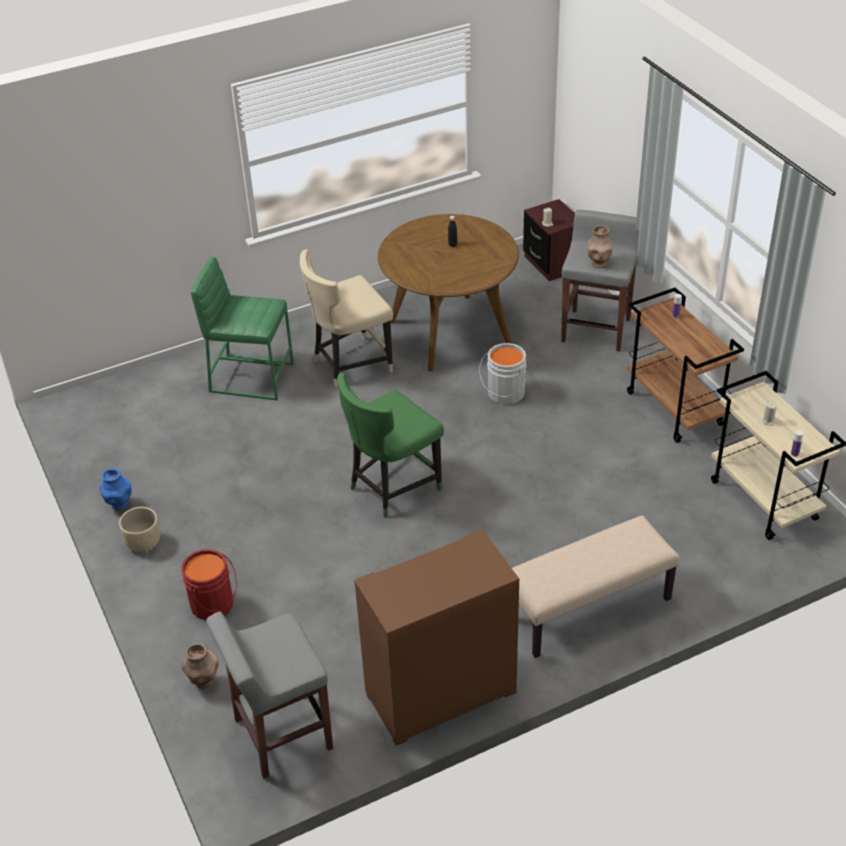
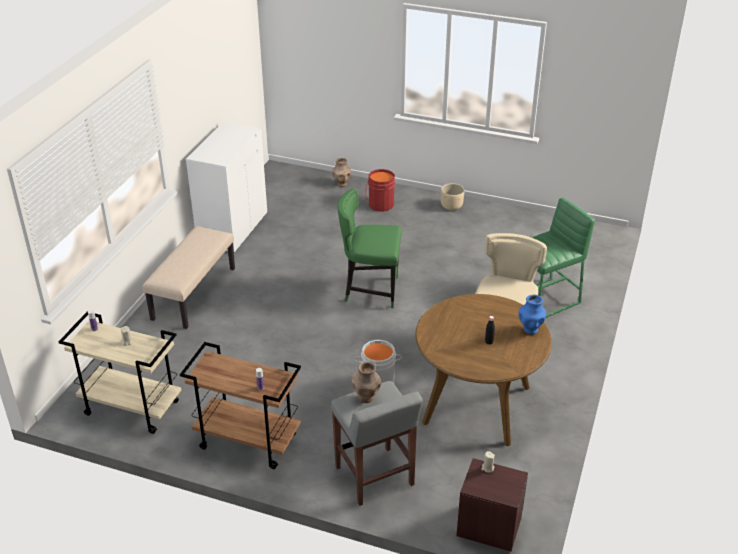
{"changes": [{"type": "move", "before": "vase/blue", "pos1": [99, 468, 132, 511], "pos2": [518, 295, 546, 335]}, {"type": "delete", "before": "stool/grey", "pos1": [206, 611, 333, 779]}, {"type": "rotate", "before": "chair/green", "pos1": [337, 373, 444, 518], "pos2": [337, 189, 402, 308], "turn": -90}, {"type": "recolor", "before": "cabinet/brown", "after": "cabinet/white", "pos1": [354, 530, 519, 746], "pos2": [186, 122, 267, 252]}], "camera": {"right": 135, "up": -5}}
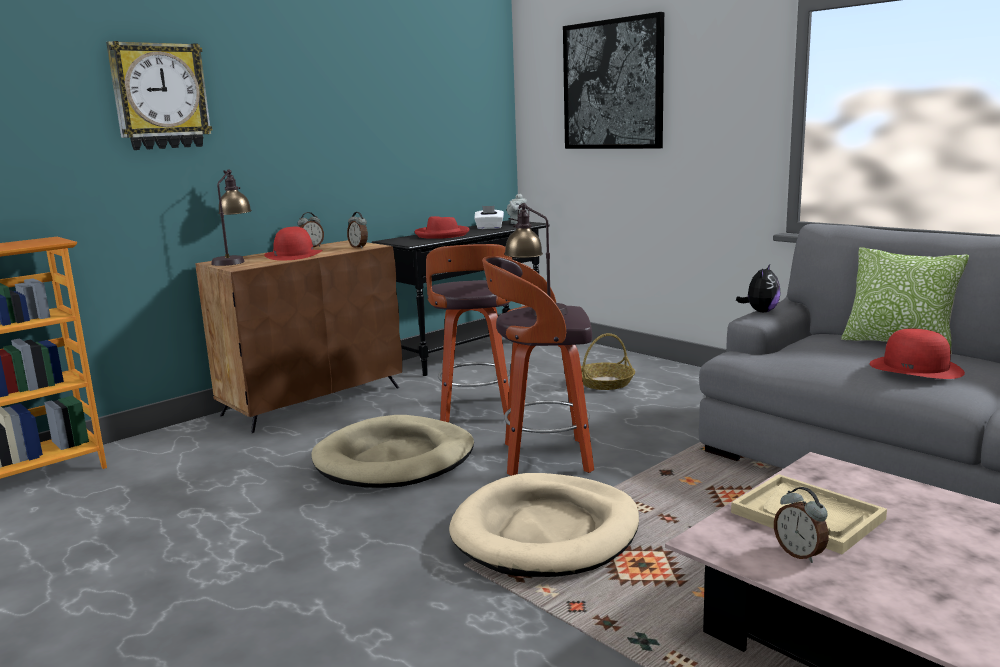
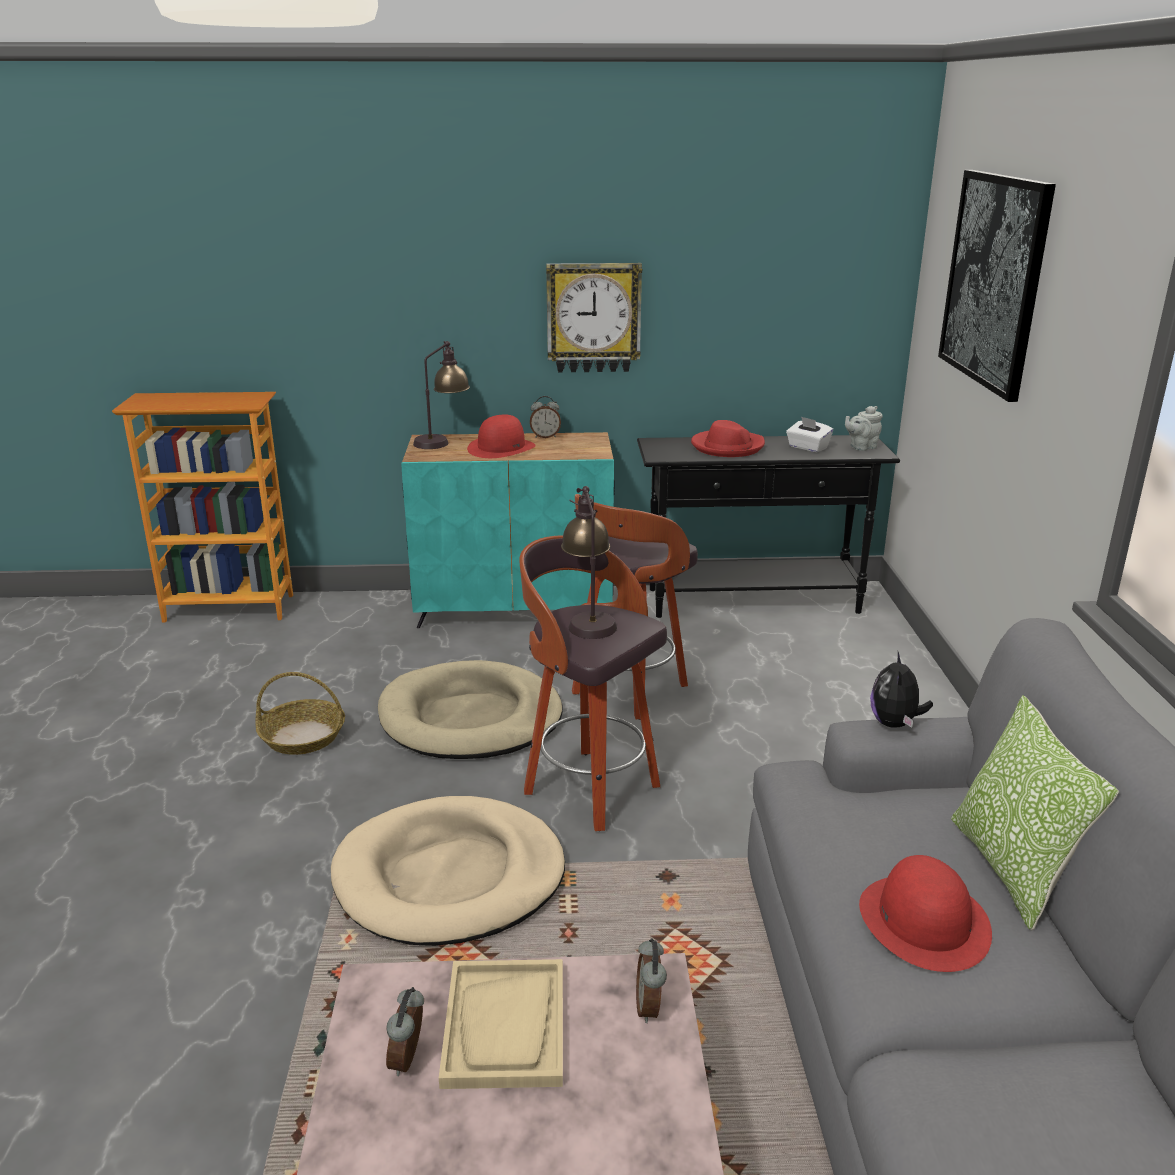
{"changes": [{"type": "move", "before": "wall clock", "pos1": [106, 41, 212, 150], "pos2": [546, 263, 642, 373]}, {"type": "recolor", "before": "cabinet/brown", "after": "cabinet/turquoise", "pos1": [195, 240, 402, 433], "pos2": [401, 432, 615, 628]}, {"type": "move", "before": "alarm clock", "pos1": [347, 212, 368, 248], "pos2": [636, 938, 667, 1023]}, {"type": "move", "before": "basket", "pos1": [581, 333, 635, 390], "pos2": [255, 672, 345, 755]}, {"type": "rotate", "before": "plush toy", "pos1": [736, 264, 781, 312], "pos2": [870, 652, 933, 728], "turn": 120}], "camera": {"right": 40, "up": 10}}
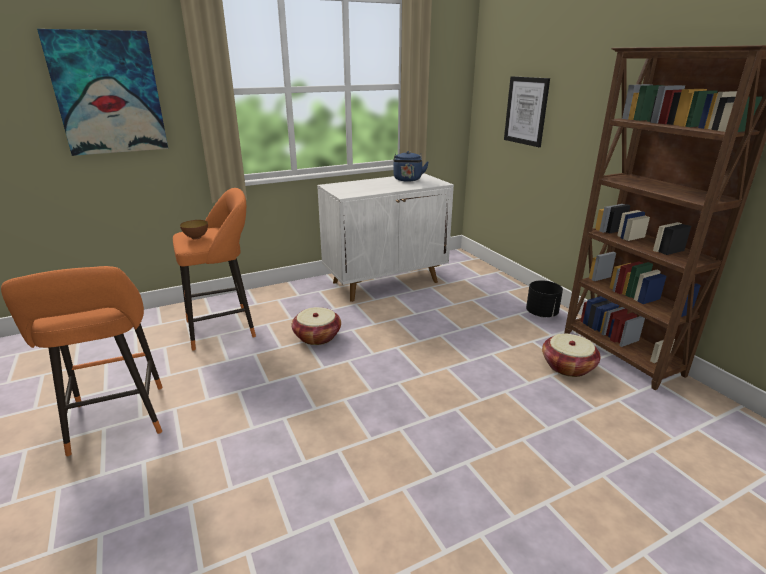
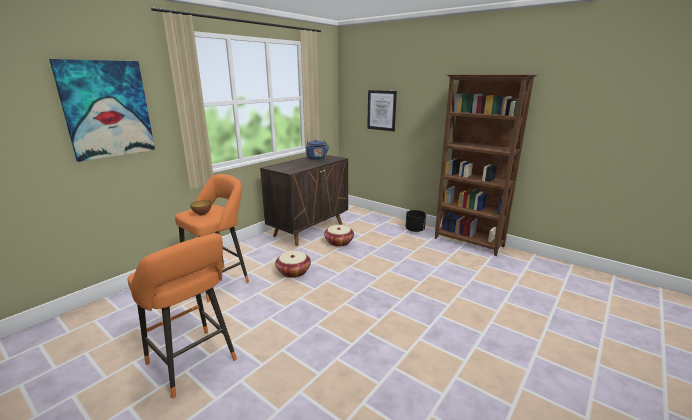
{"changes": [{"type": "recolor", "before": "cabinet/white", "after": "cabinet/brown", "pos1": [317, 173, 454, 302], "pos2": [260, 155, 348, 246]}, {"type": "move", "before": "basket", "pos1": [542, 334, 600, 377], "pos2": [324, 225, 354, 247]}], "camera": {"right": -25, "up": -5}}
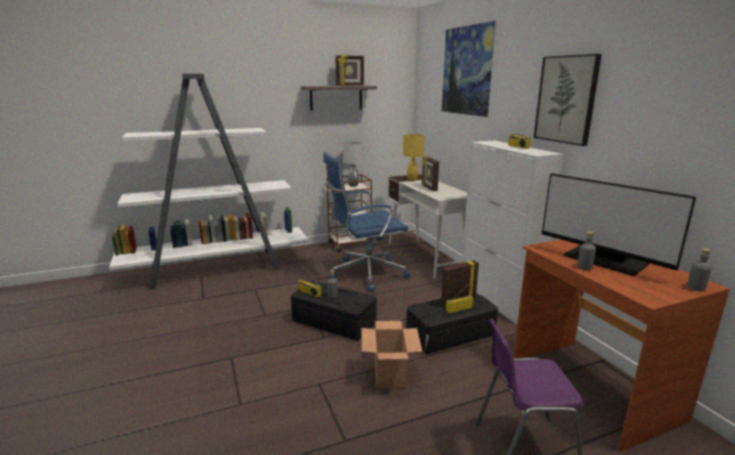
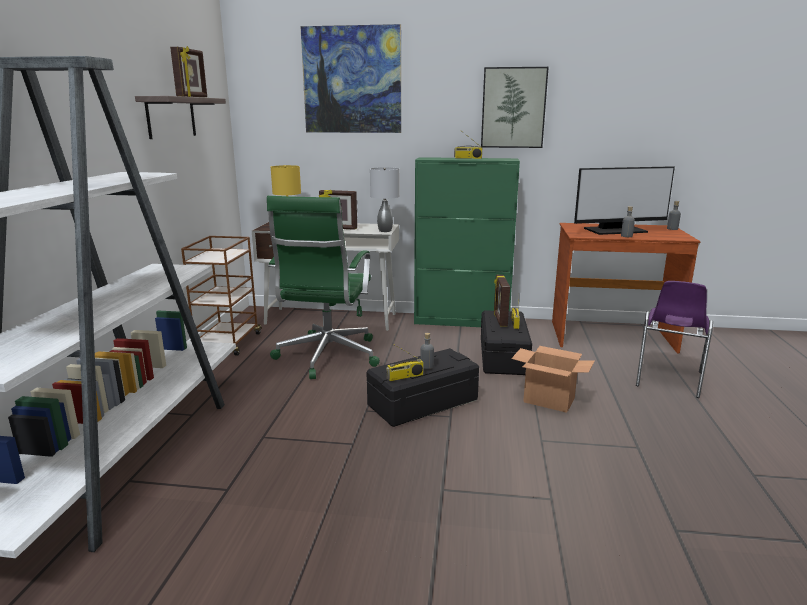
{"changes": [{"type": "recolor", "before": "office chair/blue", "after": "office chair/green", "pos1": [323, 152, 411, 292], "pos2": [267, 196, 380, 379]}, {"type": "move", "before": "table lamp/grey", "pos1": [343, 142, 363, 187], "pos2": [370, 167, 399, 232]}, {"type": "recolor", "before": "cabinet/white", "after": "cabinet/green", "pos1": [462, 141, 563, 324], "pos2": [414, 157, 520, 327]}], "camera": {"right": -60, "up": 0}}
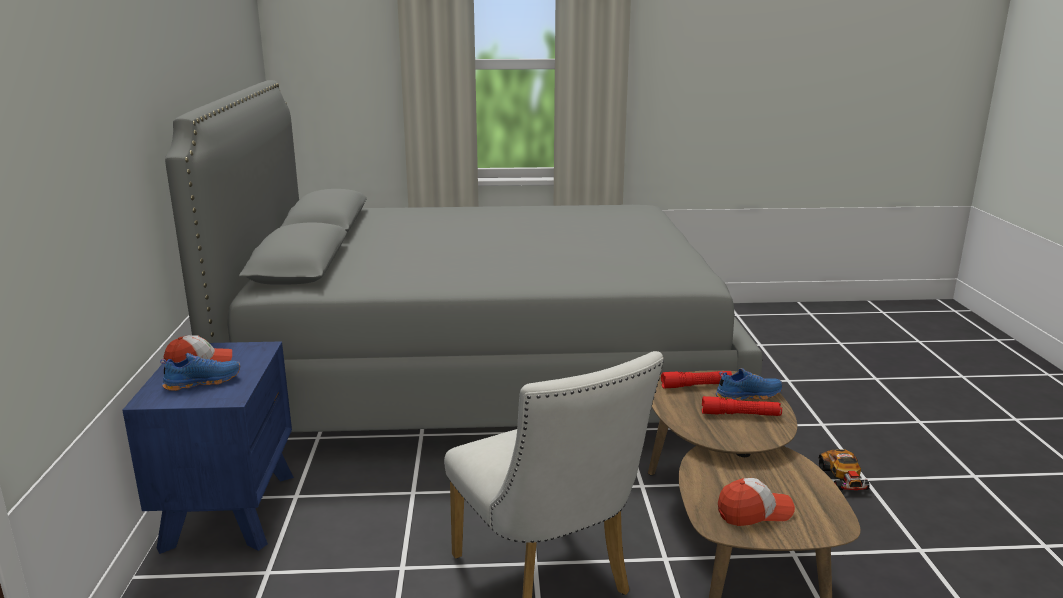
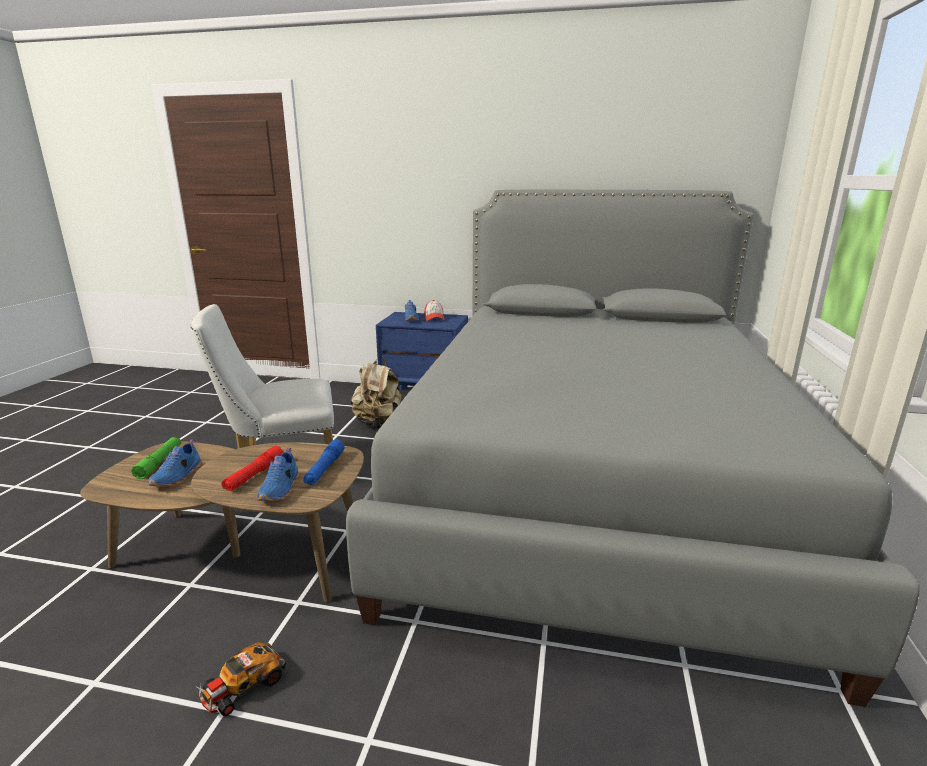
{"changes": [{"type": "recolor", "before": "flashlight/red", "after": "flashlight/blue", "pos1": [661, 371, 732, 388], "pos2": [303, 439, 345, 485]}, {"type": "replace", "before": "cap", "after": "flashlight/green", "pos1": [718, 478, 795, 526], "pos2": [131, 437, 181, 479]}, {"type": "rotate", "before": "toy car", "pos1": [818, 449, 870, 490], "pos2": [197, 641, 286, 716], "turn": -60}, {"type": "insert", "after": "shoe/blue", "pos2": [148, 439, 202, 487]}, {"type": "insert", "after": "backpack/beige", "pos2": [351, 356, 402, 429]}], "camera": {"right": 105, "up": 0}}
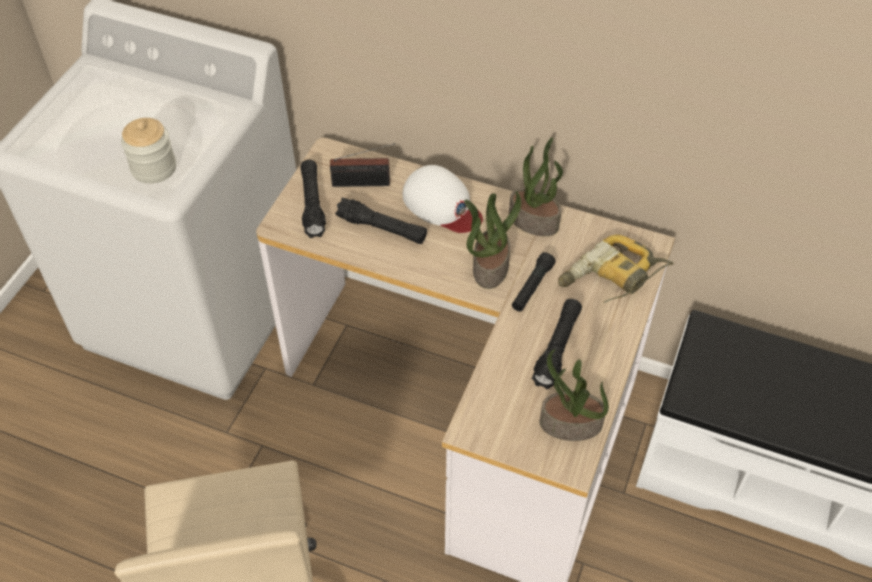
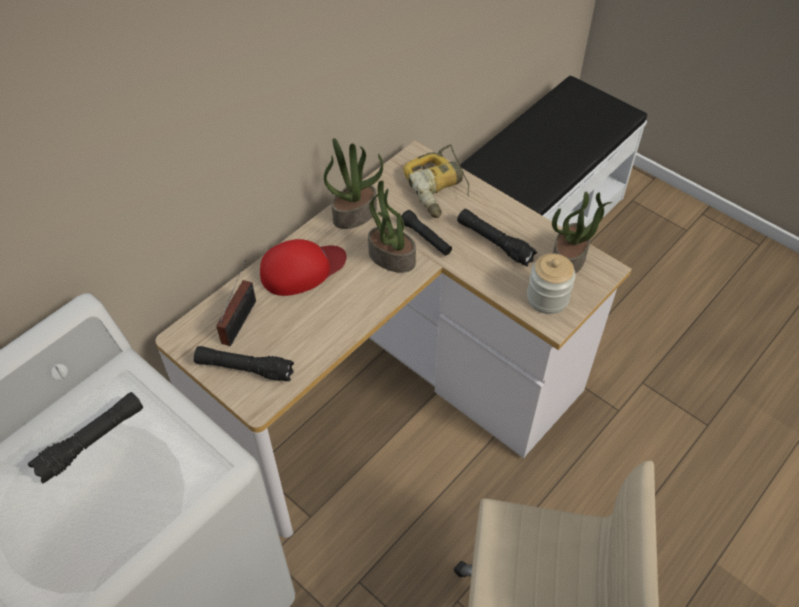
{"changes": [{"type": "move", "before": "jar", "pos1": [121, 118, 176, 184], "pos2": [527, 253, 576, 314]}, {"type": "move", "before": "flashlight/black", "pos1": [335, 198, 427, 244], "pos2": [28, 392, 143, 484]}, {"type": "recolor", "before": "cap/white", "after": "cap/red", "pos1": [403, 165, 483, 233], "pos2": [260, 239, 346, 296]}], "camera": {"right": -70, "up": 0}}
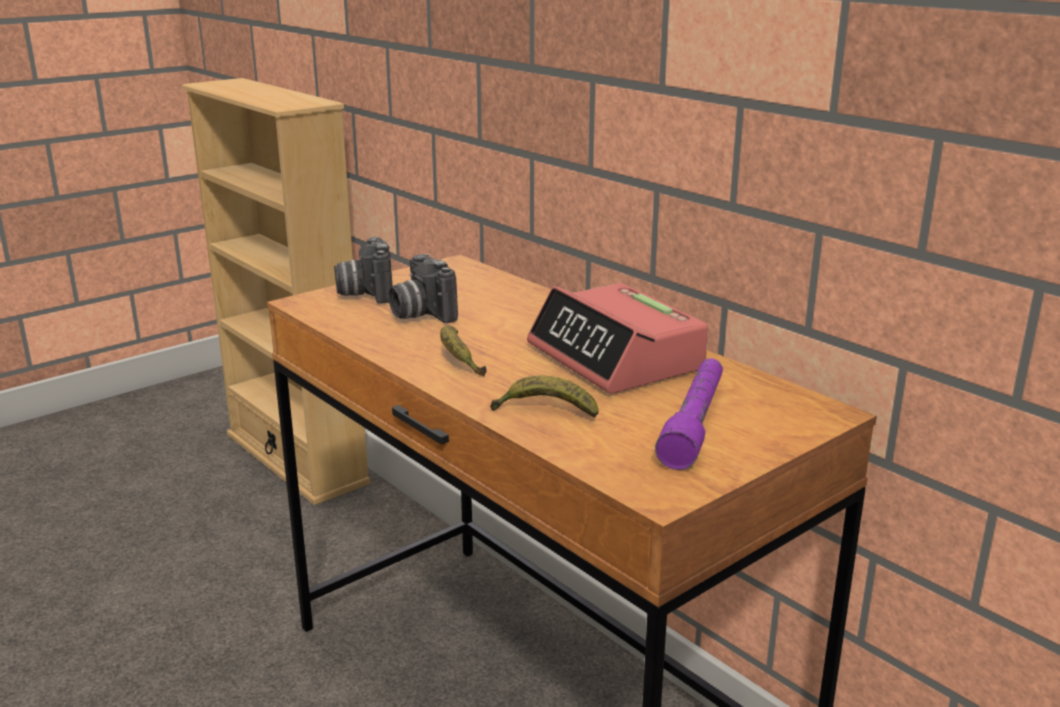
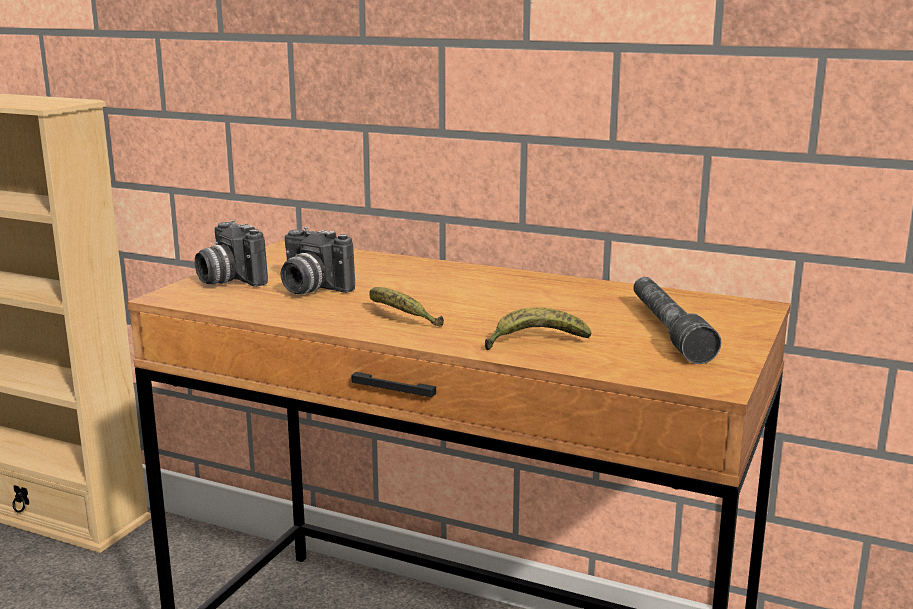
{"changes": [{"type": "delete", "before": "alarm clock", "pos1": [527, 283, 708, 394]}, {"type": "recolor", "before": "flashlight/purple", "after": "flashlight/grey", "pos1": [655, 358, 723, 470], "pos2": [633, 277, 721, 364]}], "camera": {"right": -25, "up": -5}}
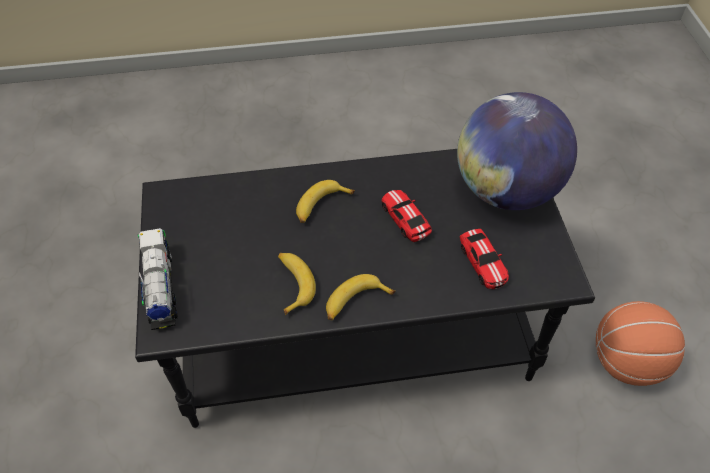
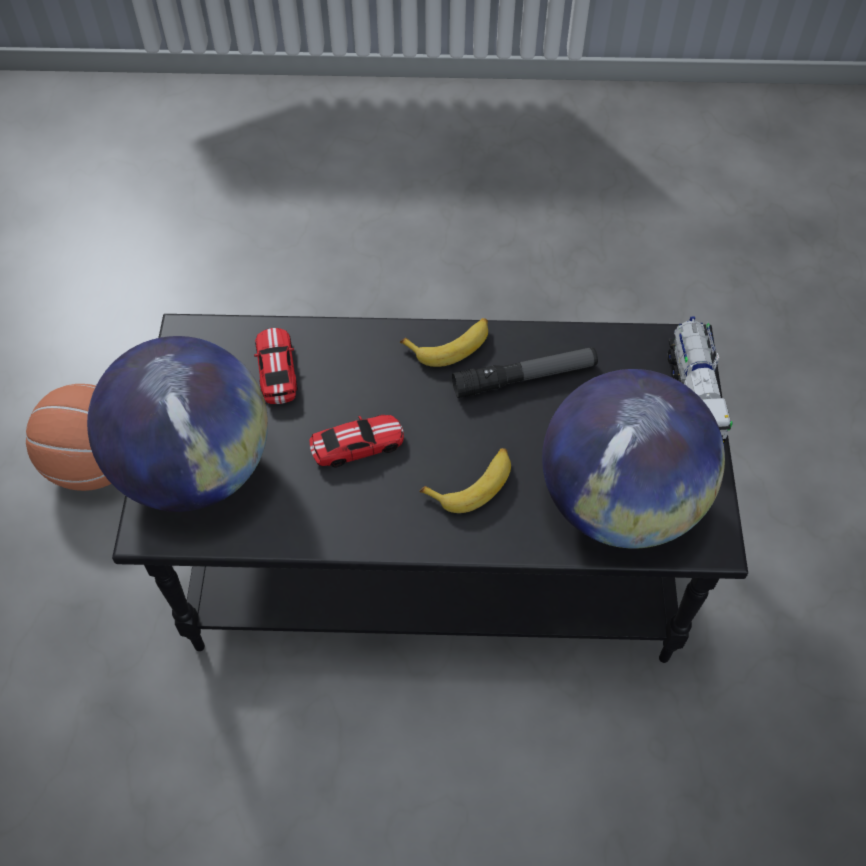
{"changes": [{"type": "replace", "before": "banana", "after": "flashlight", "pos1": [278, 253, 316, 315], "pos2": [452, 347, 598, 398]}, {"type": "rotate", "before": "toy car", "pos1": [382, 190, 432, 242], "pos2": [310, 415, 404, 467], "turn": -90}, {"type": "insert", "after": "globe", "pos2": [542, 369, 725, 548]}], "camera": {"right": -170, "up": 5}}
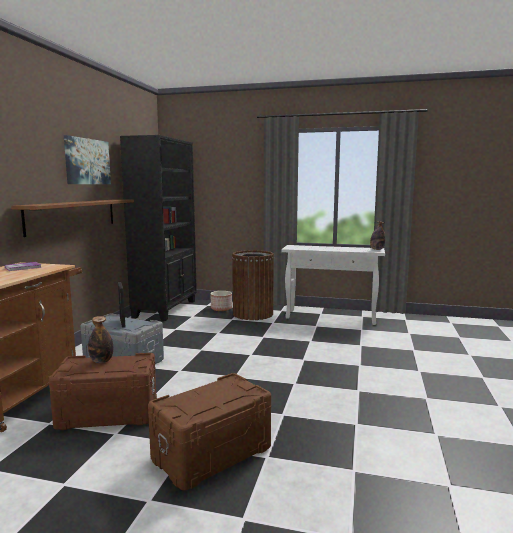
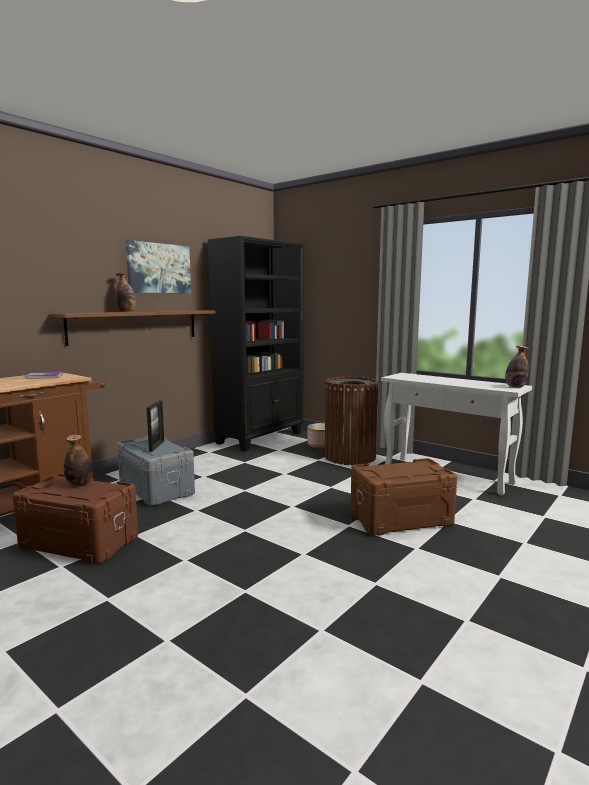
{"changes": [{"type": "move", "before": "storage box/brown", "pos1": [148, 373, 271, 490], "pos2": [351, 458, 457, 535]}, {"type": "insert", "after": "bottle", "pos2": [115, 273, 136, 312]}], "camera": {"right": 25, "up": 0}}
